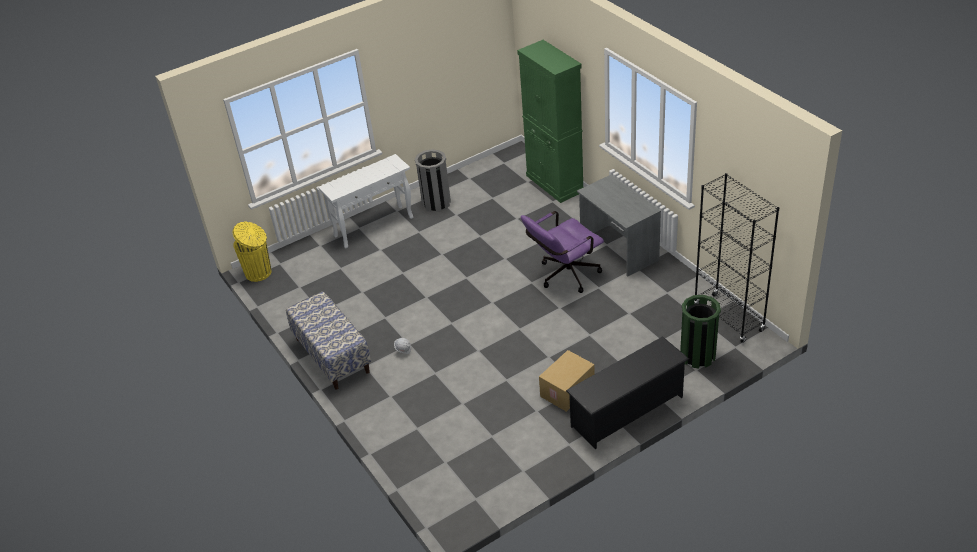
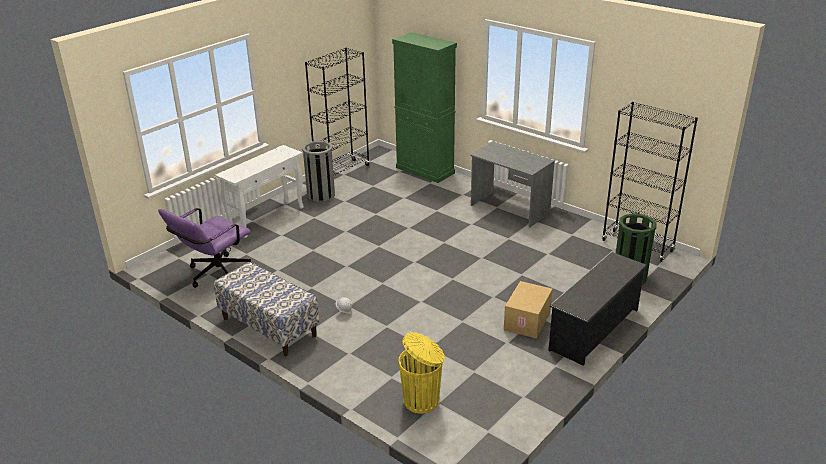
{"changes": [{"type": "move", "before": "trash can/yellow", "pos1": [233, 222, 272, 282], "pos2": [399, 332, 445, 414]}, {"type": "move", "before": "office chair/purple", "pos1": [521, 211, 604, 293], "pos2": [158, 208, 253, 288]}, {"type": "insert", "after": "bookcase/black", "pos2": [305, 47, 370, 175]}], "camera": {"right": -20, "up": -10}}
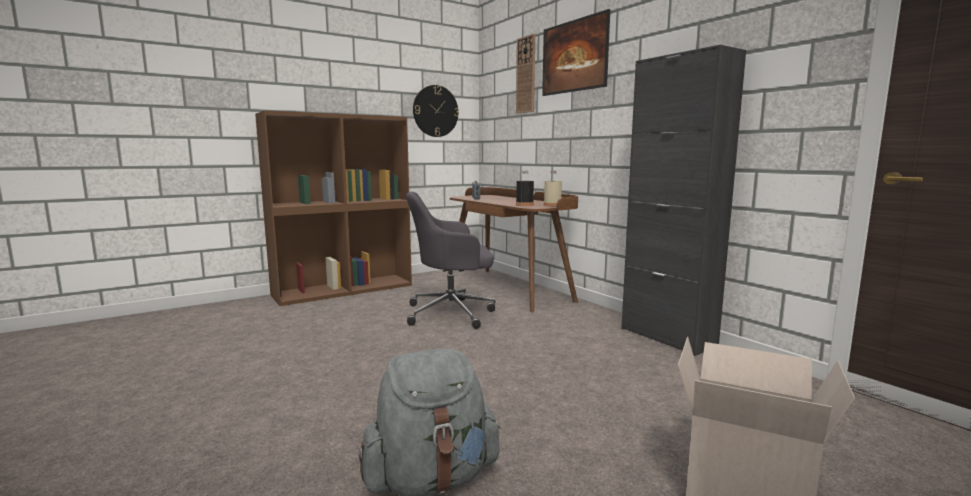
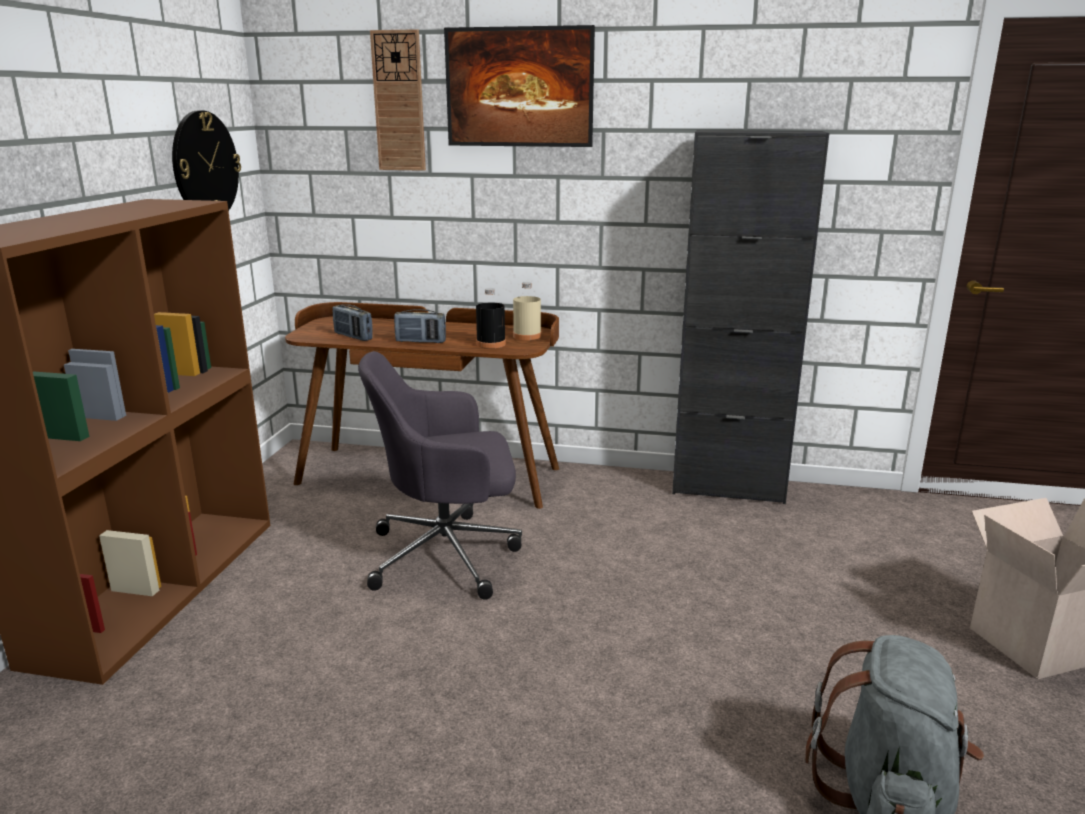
{"changes": [{"type": "rotate", "before": "office chair/grey", "pos1": [406, 192, 495, 329], "pos2": [358, 351, 522, 600], "turn": 45}, {"type": "insert", "after": "radio", "pos2": [394, 309, 446, 343]}], "camera": {"right": -45, "up": 10}}
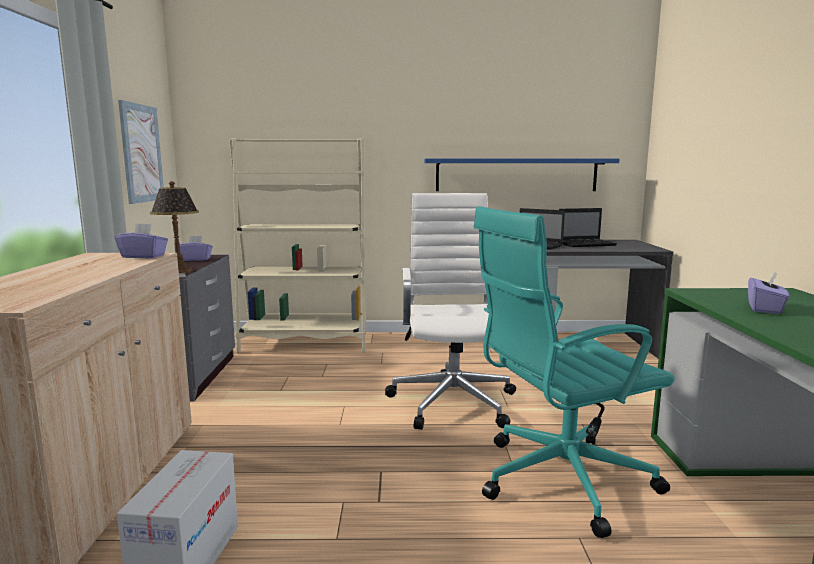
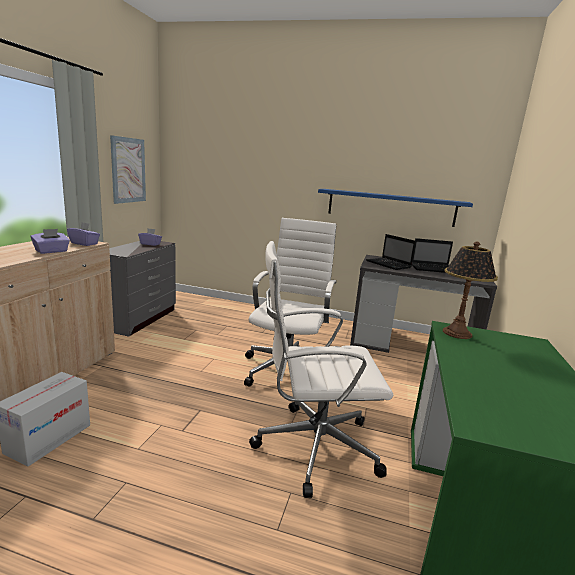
{"changes": [{"type": "move", "before": "table lamp", "pos1": [150, 181, 199, 273], "pos2": [443, 242, 498, 339]}, {"type": "delete", "before": "bookcase/beige", "pos1": [229, 139, 366, 353]}, {"type": "recolor", "before": "office chair/turquoise", "after": "office chair/white", "pos1": [473, 206, 675, 538], "pos2": [249, 241, 393, 498]}, {"type": "move", "before": "tissue box/purple", "pos1": [748, 271, 789, 314], "pos2": [31, 229, 70, 254]}], "camera": {"right": 15, "up": 5}}
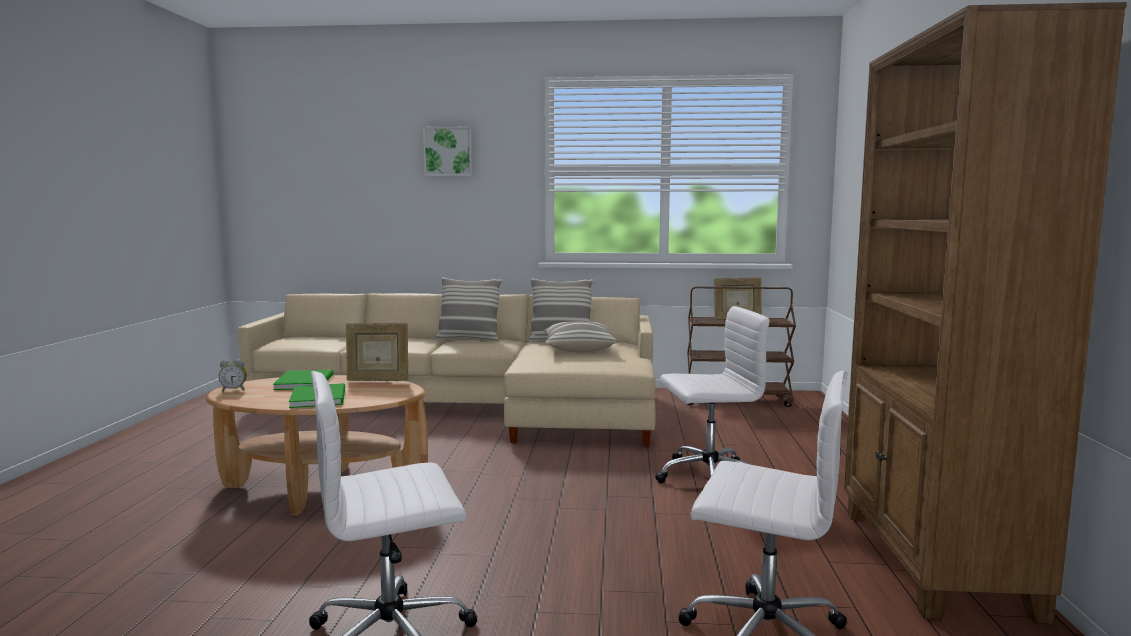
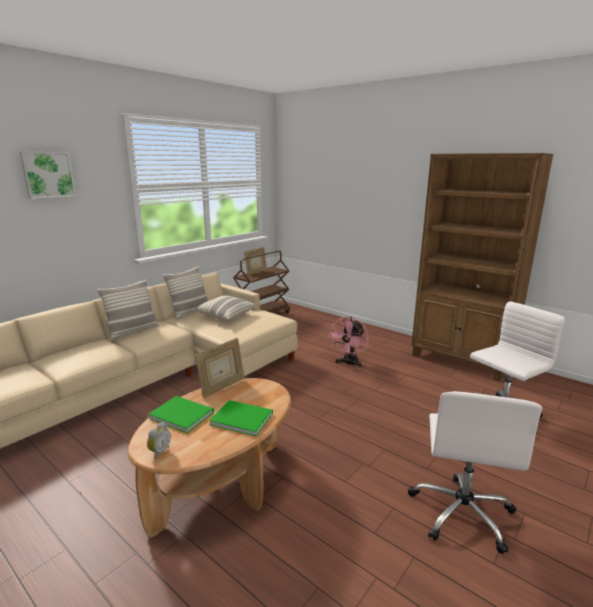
{"changes": [{"type": "replace", "before": "office chair/white", "after": "fan/pink", "pos1": [655, 306, 770, 483], "pos2": [329, 317, 368, 367]}], "camera": {"right": -55, "up": 10}}
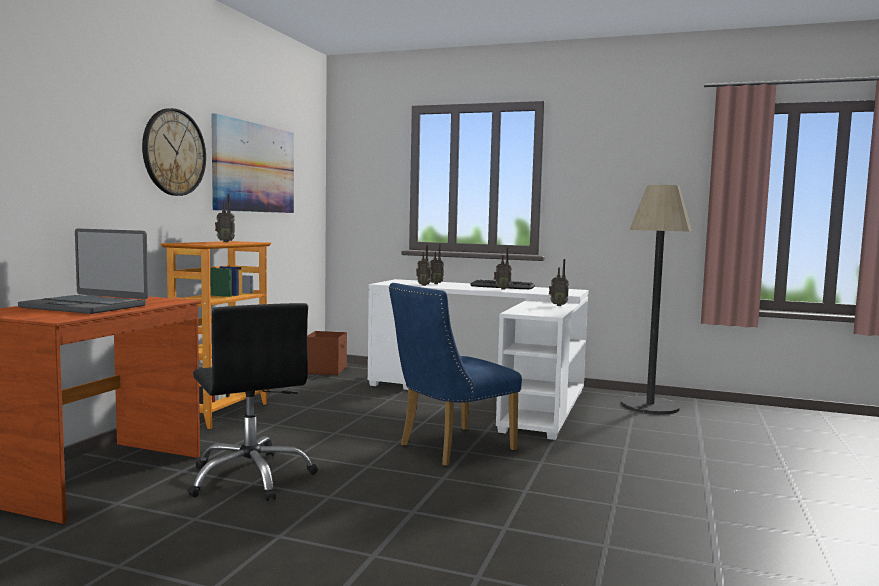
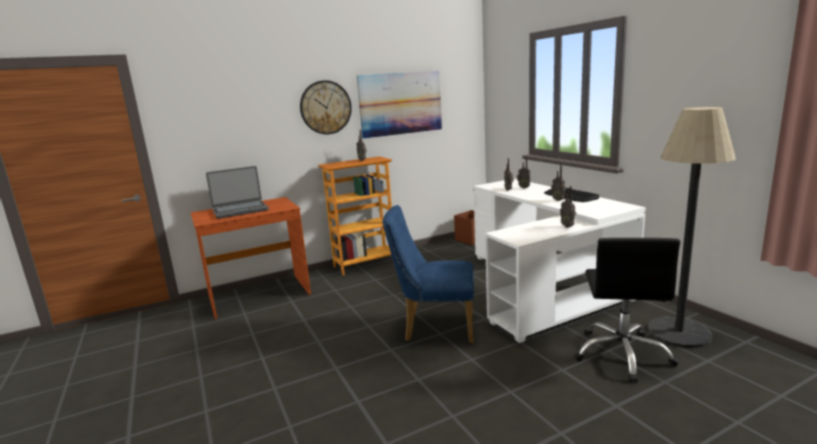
{"changes": [{"type": "rotate", "before": "laptop", "pos1": [18, 228, 148, 314], "pos2": [206, 166, 269, 219], "turn": -90}, {"type": "move", "before": "office chair/black", "pos1": [187, 303, 318, 501], "pos2": [574, 238, 680, 383]}], "camera": {"right": 45, "up": 10}}
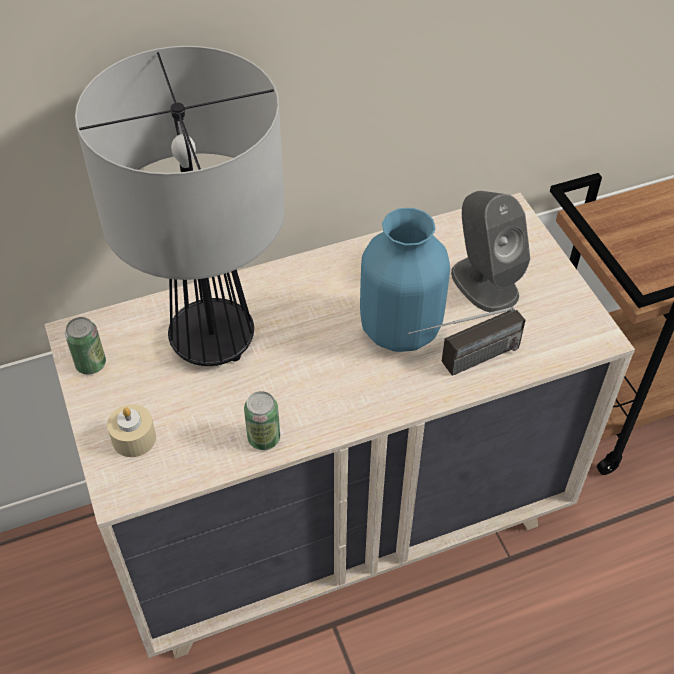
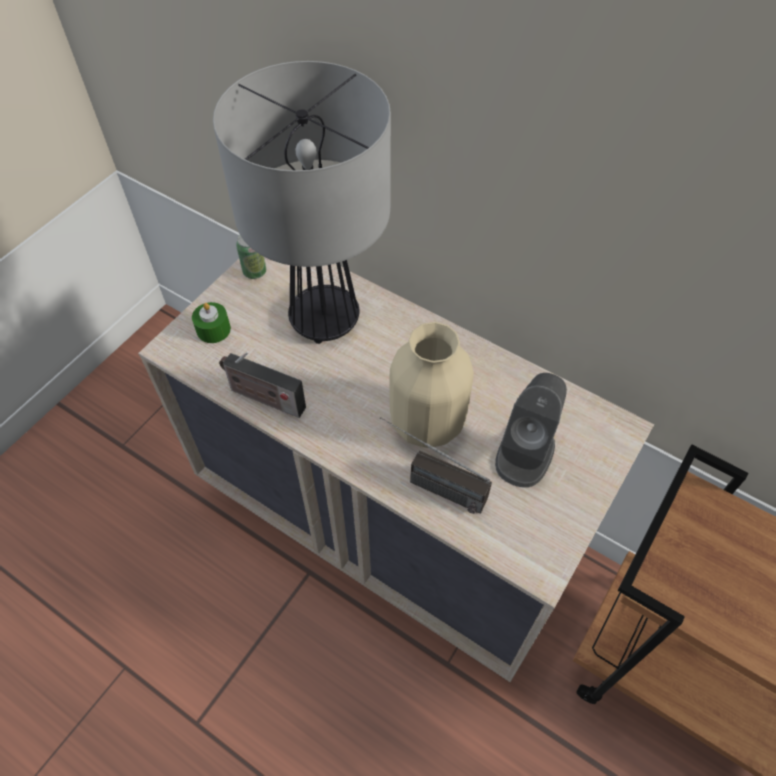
{"changes": [{"type": "recolor", "before": "candle/beige", "after": "candle/green", "pos1": [107, 404, 156, 457], "pos2": [192, 302, 231, 343]}, {"type": "replace", "before": "can", "after": "radio", "pos1": [244, 391, 280, 450], "pos2": [219, 351, 306, 418]}, {"type": "recolor", "before": "vase/blue", "after": "vase/beige", "pos1": [360, 208, 450, 352], "pos2": [389, 322, 474, 448]}], "camera": {"right": 55, "up": 5}}
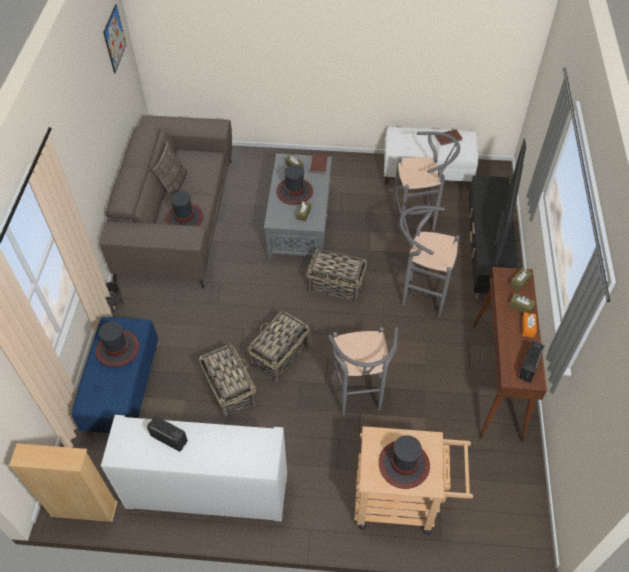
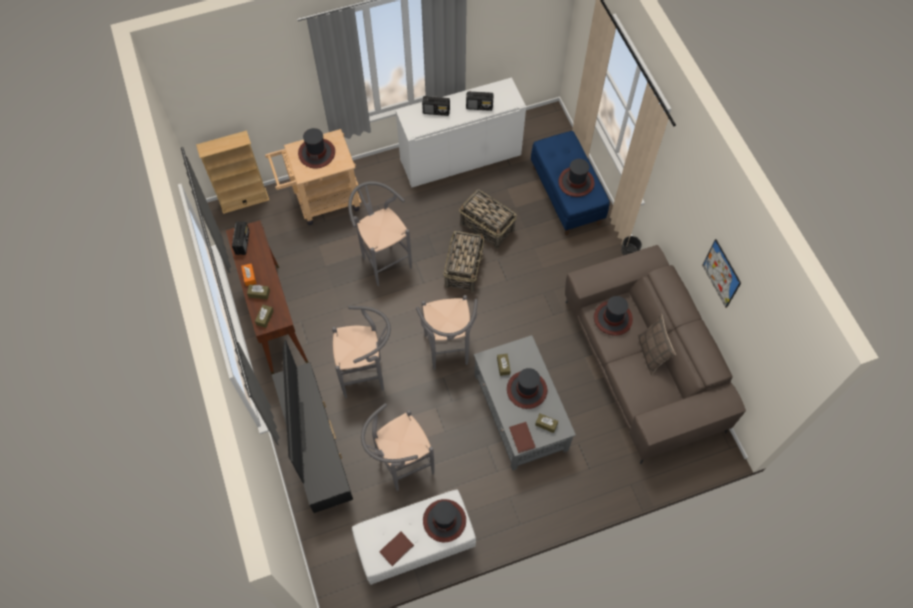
{"changes": [{"type": "move", "before": "bookcase/beige", "pos1": [9, 443, 118, 522], "pos2": [196, 130, 269, 214]}, {"type": "move", "before": "picture", "pos1": [103, 4, 126, 73], "pos2": [702, 239, 741, 308]}, {"type": "replace", "before": "basket", "after": "stool/grey", "pos1": [306, 249, 367, 303], "pos2": [416, 295, 478, 370]}, {"type": "insert", "after": "radio", "pos2": [422, 96, 450, 116]}, {"type": "insert", "after": "hat", "pos2": [423, 499, 466, 542]}], "camera": {"right": 155, "up": 10}}
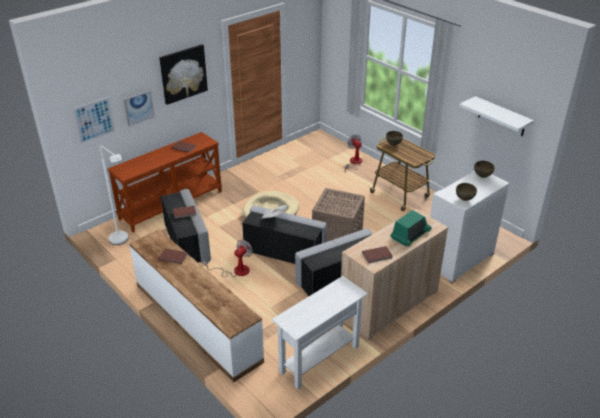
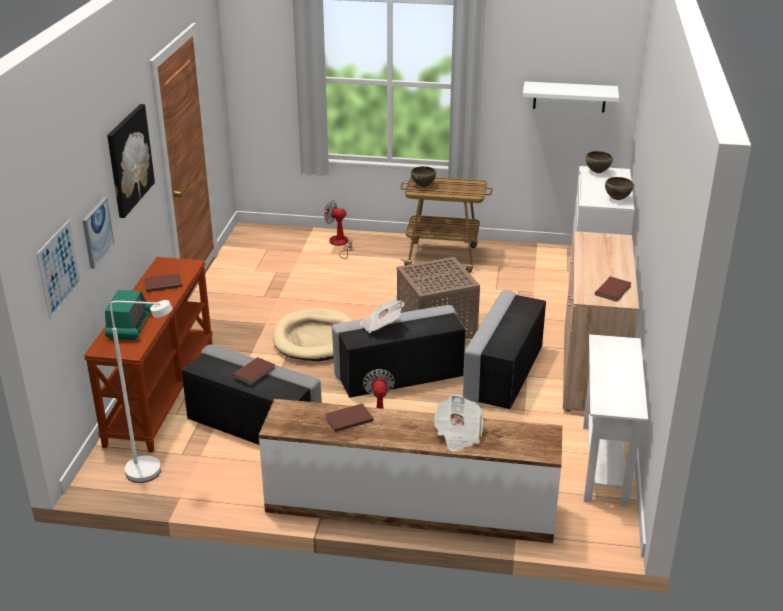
{"changes": [{"type": "move", "before": "radio", "pos1": [390, 210, 432, 247], "pos2": [105, 290, 153, 340]}, {"type": "insert", "after": "newspaper", "pos2": [433, 394, 484, 452]}], "camera": {"right": -40, "up": -5}}
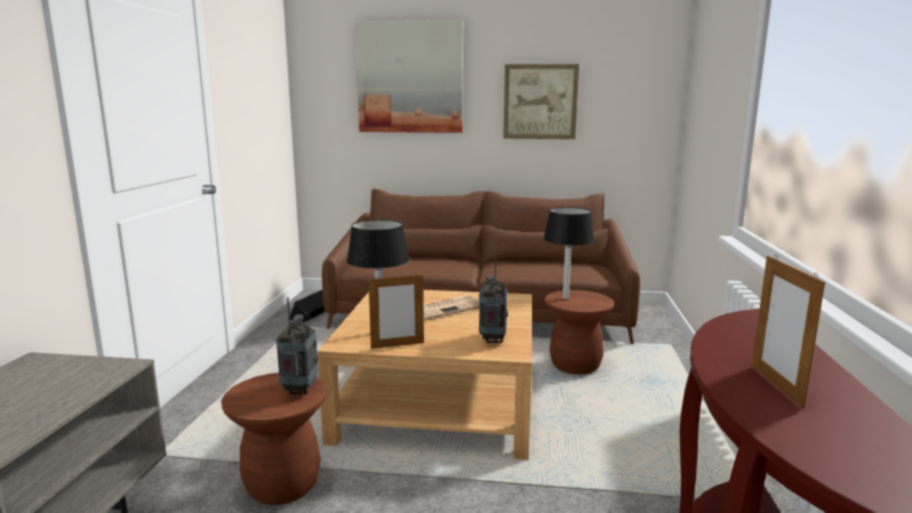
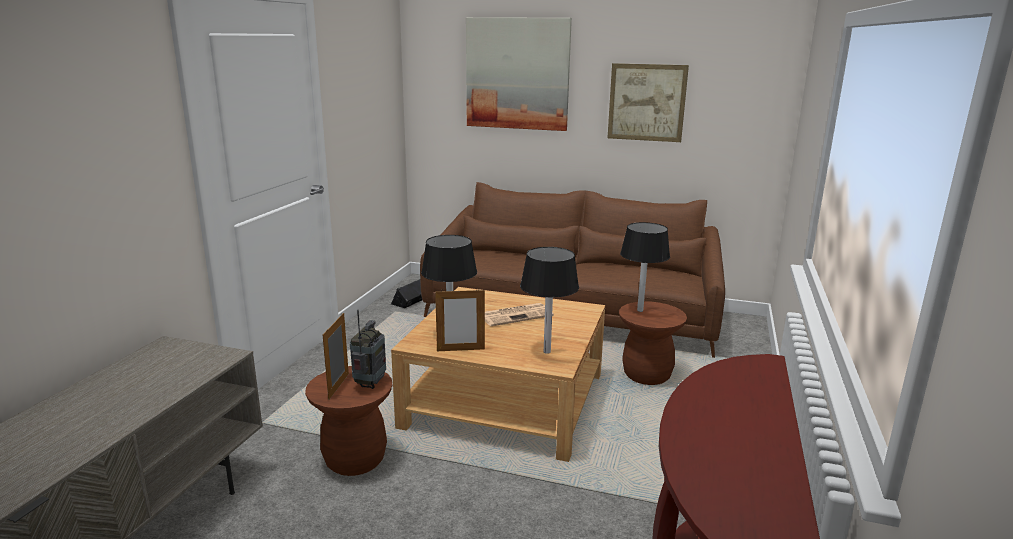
{"changes": [{"type": "replace", "before": "radio", "after": "table lamp/black", "pos1": [479, 257, 508, 343], "pos2": [520, 247, 579, 354]}, {"type": "move", "before": "picture frame", "pos1": [752, 255, 825, 409], "pos2": [323, 313, 349, 400]}], "camera": {"right": 10, "up": 5}}
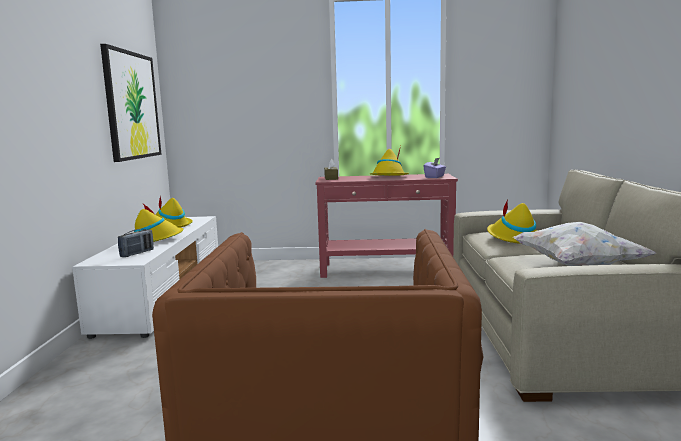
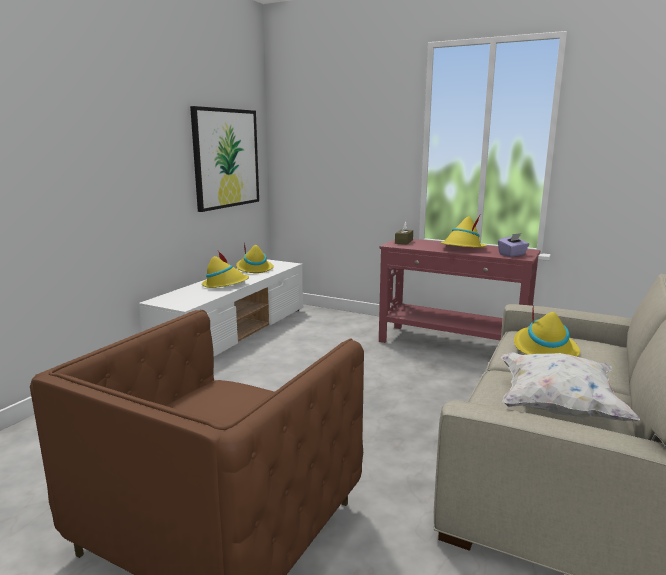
{"changes": [{"type": "delete", "before": "radio", "pos1": [118, 229, 154, 257]}], "camera": {"right": 25, "up": 5}}
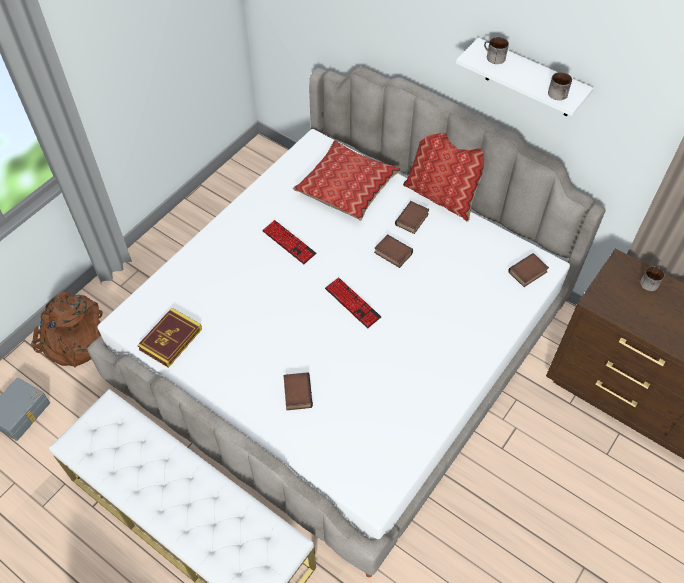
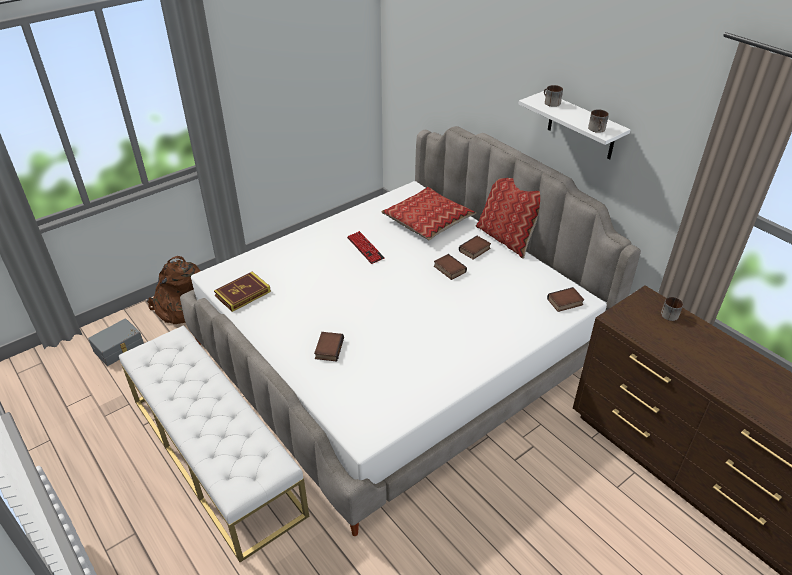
{"changes": [{"type": "delete", "before": "keyboard", "pos1": [325, 277, 381, 328]}], "camera": {"right": 15, "up": -15}}
